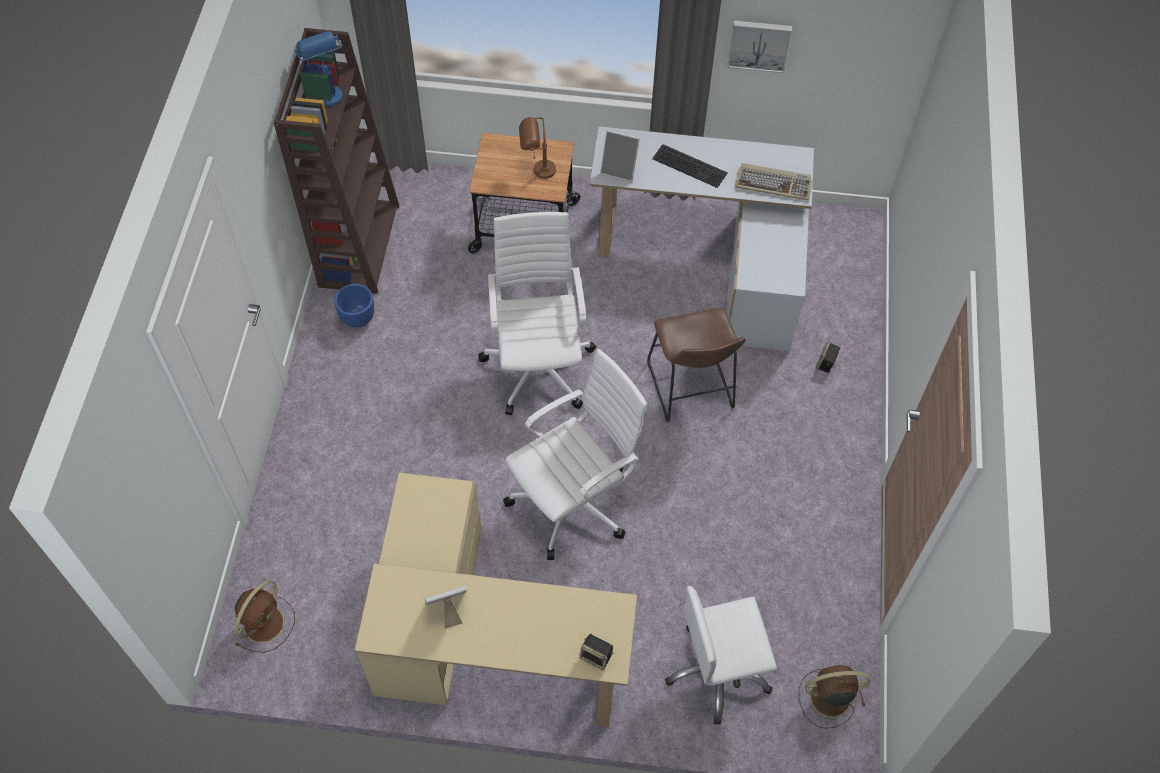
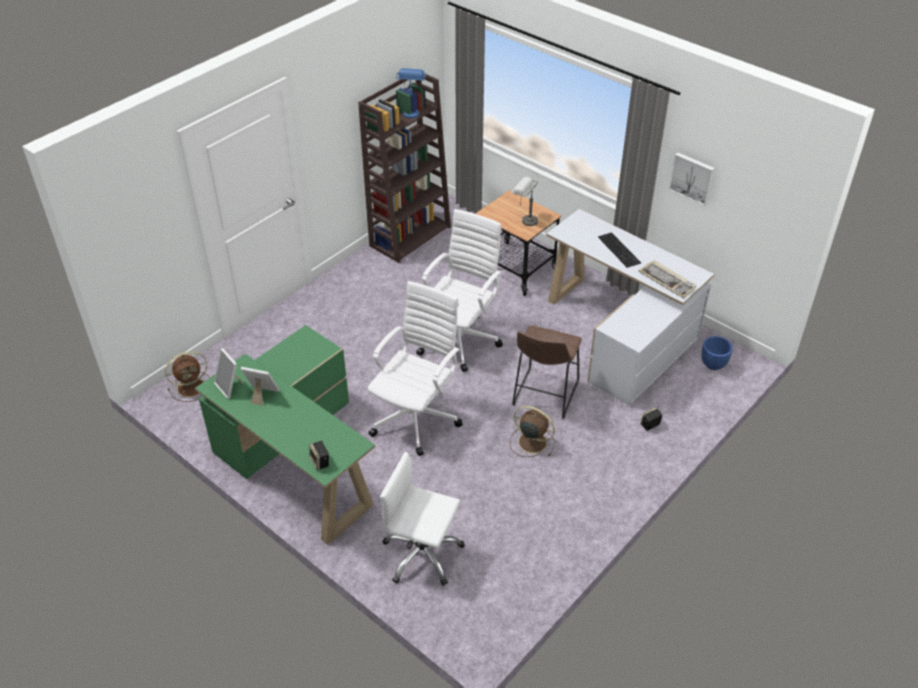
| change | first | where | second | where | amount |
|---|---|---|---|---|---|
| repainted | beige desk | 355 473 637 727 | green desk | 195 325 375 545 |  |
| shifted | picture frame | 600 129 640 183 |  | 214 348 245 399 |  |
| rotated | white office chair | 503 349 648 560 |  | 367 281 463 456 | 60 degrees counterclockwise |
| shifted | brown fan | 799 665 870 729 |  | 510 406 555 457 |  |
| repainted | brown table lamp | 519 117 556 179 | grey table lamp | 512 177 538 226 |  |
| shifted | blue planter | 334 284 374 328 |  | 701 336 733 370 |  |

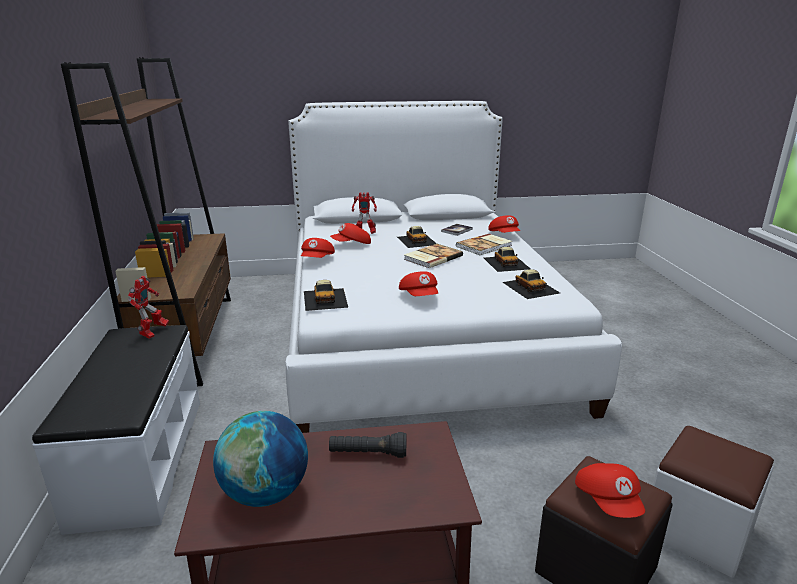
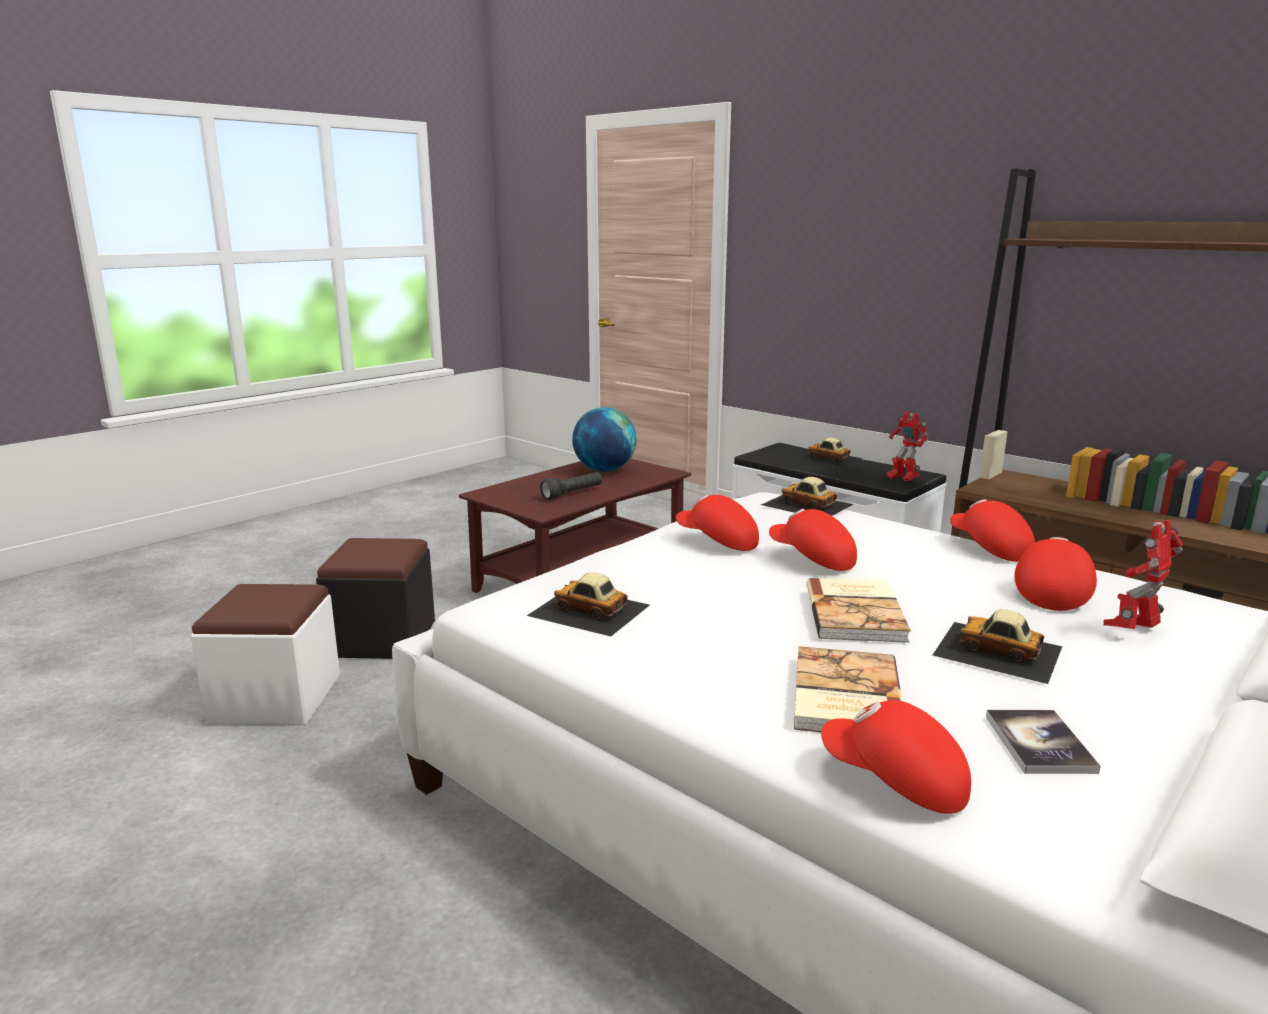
| change | first | where | second | where | amount |
|---|---|---|---|---|---|
| shifted | red cap | 575 463 645 518 |  | 769 508 857 571 |  |
| shifted | toy car | 484 247 530 272 |  | 794 437 862 468 |  |

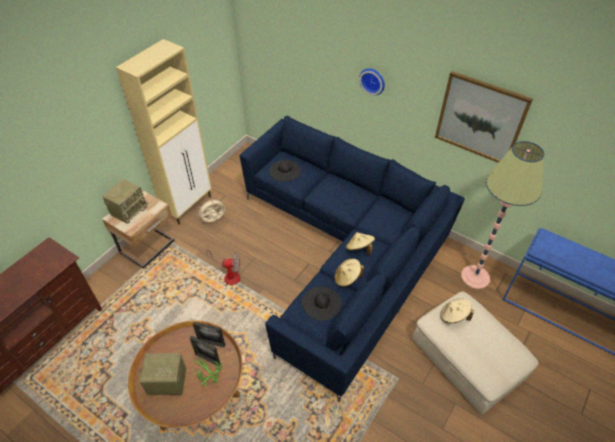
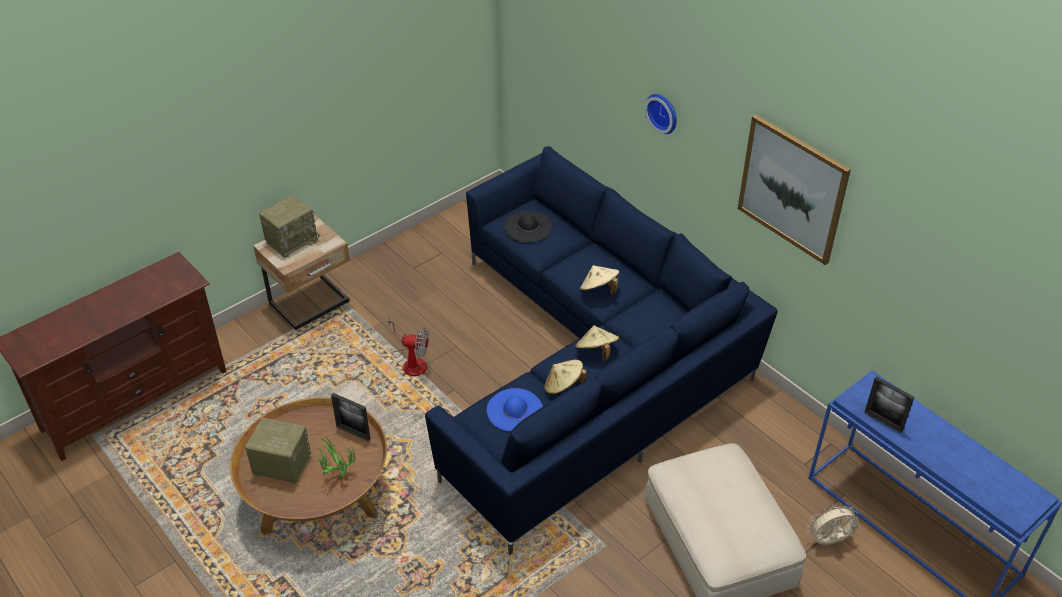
| change | first | where | second | where | amount |
|---|---|---|---|---|---|
| repainted | black hat | 302 286 342 321 | blue hat | 487 388 543 432 |  |
| shifted | beige hat | 440 298 474 323 |  | 580 265 620 295 |  |
| shifted | beige fan | 197 197 225 223 |  | 806 503 859 545 |  |
| shifted | picture frame | 190 336 220 366 |  | 864 376 914 433 |  |
| gone | beige cabinet | 116 39 212 225 |  |  |  |
| gone | floor lamp | 461 141 544 289 |  |  |  |

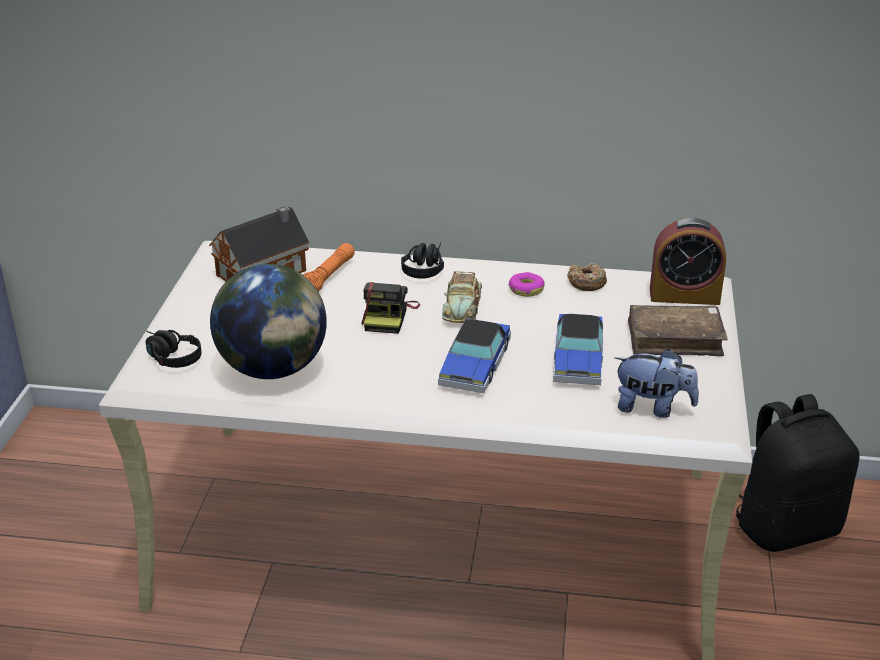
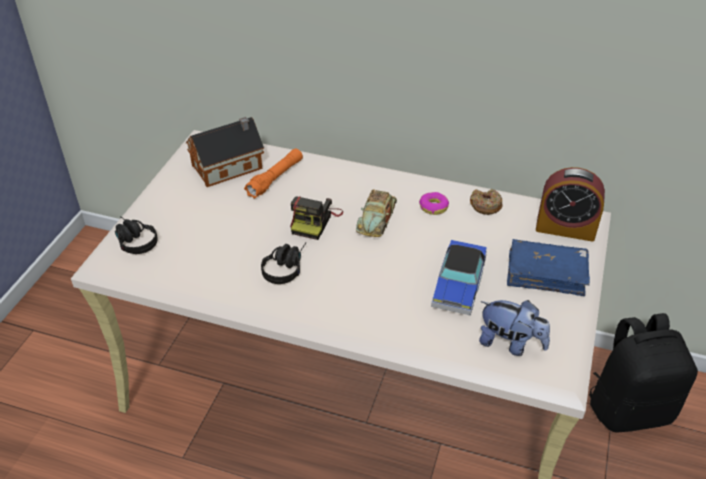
| change | first | where | second | where | amount |
|---|---|---|---|---|---|
| shifted | black headphones | 401 243 444 279 |  | 261 243 306 284 |  |
| repainted | brown book | 628 305 728 356 | blue book | 507 239 590 296 |  |
| gone | globe | 210 264 327 379 |  |  |  |
| gone | toy car | 438 319 511 393 |  |  |  |

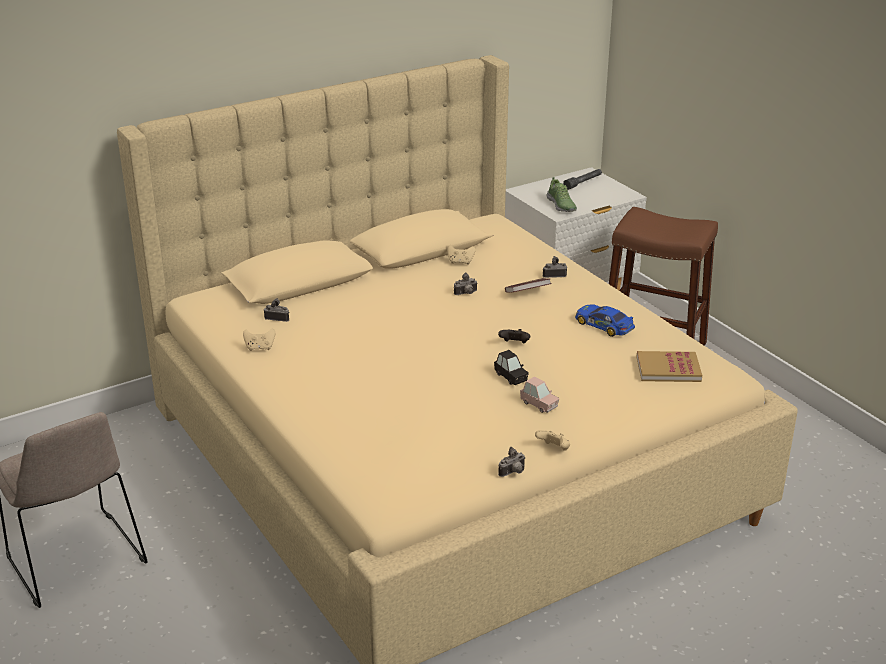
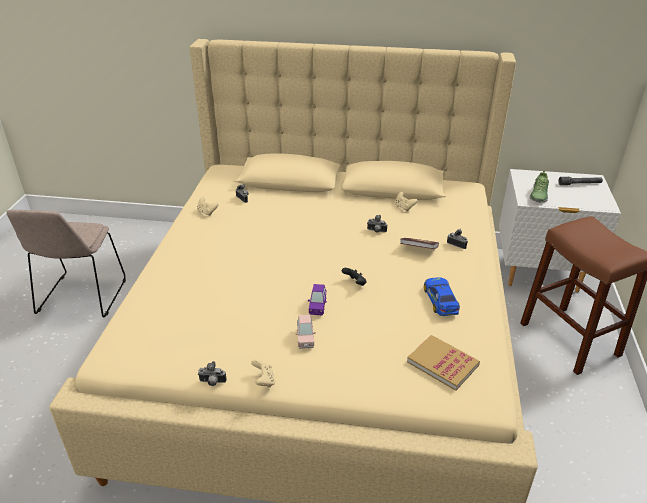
| change | first | where | second | where | amount |
|---|---|---|---|---|---|
| repainted | black toy car | 494 350 529 385 | purple toy car | 308 284 327 316 |  |

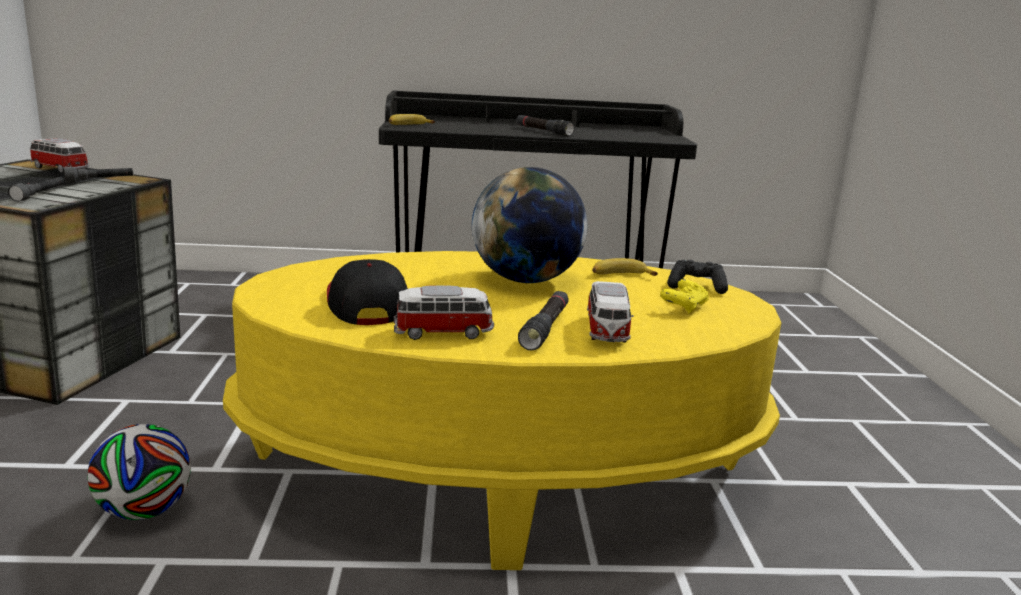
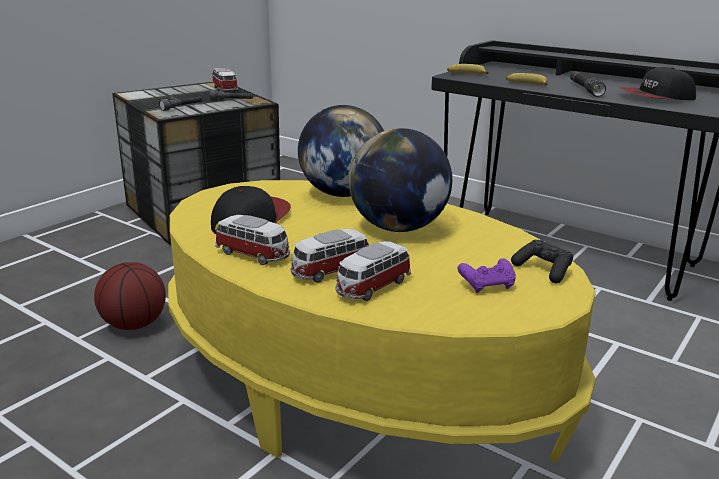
| change | first | where | second | where | amount |
|---|---|---|---|---|---|
| swapped | football | 88 424 191 520 | basketball | 94 262 166 330 |  |
| swapped | black flashlight | 518 291 569 350 | toy car | 291 229 369 283 |  |
| new |  |  | globe | 298 105 384 197 |  |
| repainted | yellow game controller | 660 279 709 314 | purple game controller | 457 258 516 293 |  |
| shifted | banana | 592 258 658 276 |  | 506 73 548 86 |  |
| new |  |  | cap | 619 67 696 100 |  |

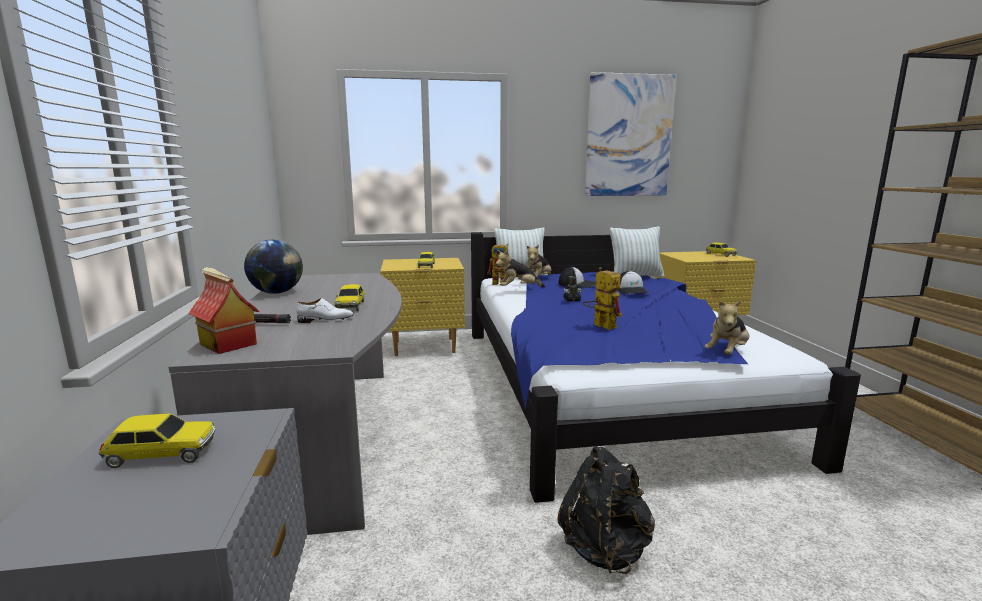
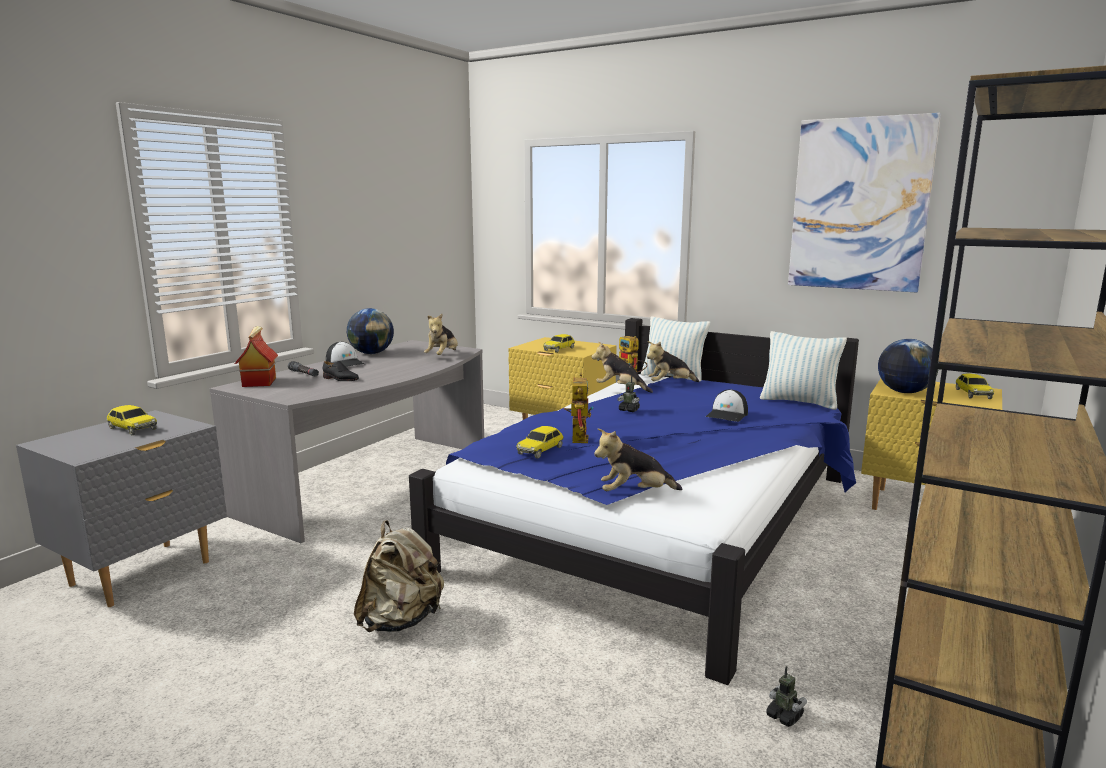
| change | first | where | second | where | amount |
|---|---|---|---|---|---|
| repainted | white shoe | 296 298 354 323 | black shoe | 323 361 359 381 |  |
| shifted | cap | 558 267 595 288 |  | 326 341 365 367 |  |
| repainted | black backpack | 558 445 655 574 | beige backpack | 354 520 444 632 |  |
| new |  |  | plush toy | 424 314 458 355 |  |
| shifted | toy car | 335 284 364 311 |  | 517 426 564 459 |  |
| new |  |  | toy robot | 766 666 807 727 |  |
| new |  |  | globe | 878 339 939 393 |  |

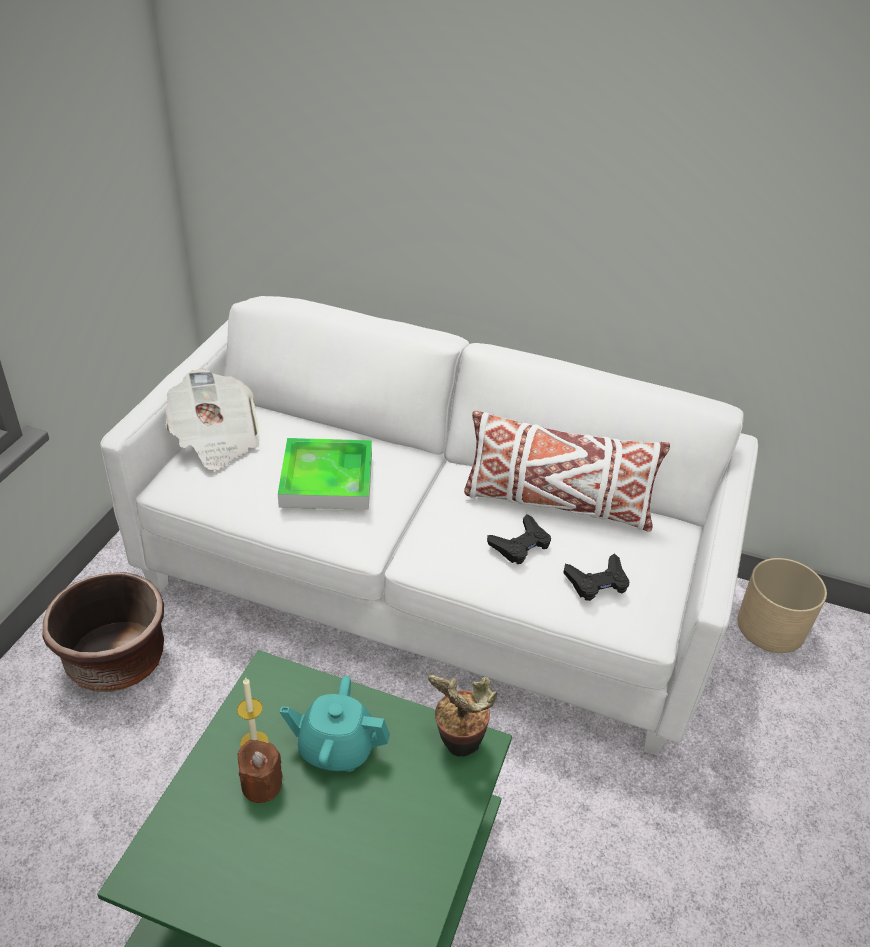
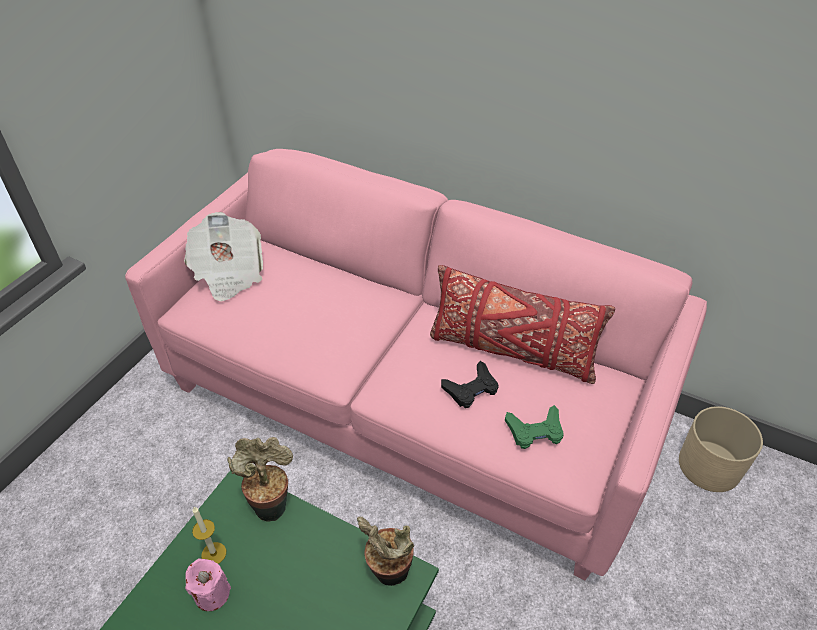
| change | first | where | second | where | amount |
|---|---|---|---|---|---|
| repainted | white sofa | 100 296 758 756 | pink sofa | 125 149 707 580 |  |
| repainted | brown candle | 237 740 283 803 | pink candle | 185 559 231 611 |  |
| new |  |  | potted plant | 227 437 293 522 |  |
| repainted | white pillow | 464 410 670 532 | red pillow | 430 265 615 384 |  |
| repainted | black game controller | 563 553 629 601 | green game controller | 505 405 564 449 |  |
| gone | brown planter | 43 572 164 692 |  |  |  |
| gone | tray | 278 438 372 510 |  |  |  |
| gone | turquoise teapot | 280 676 390 772 |  |  |  |

